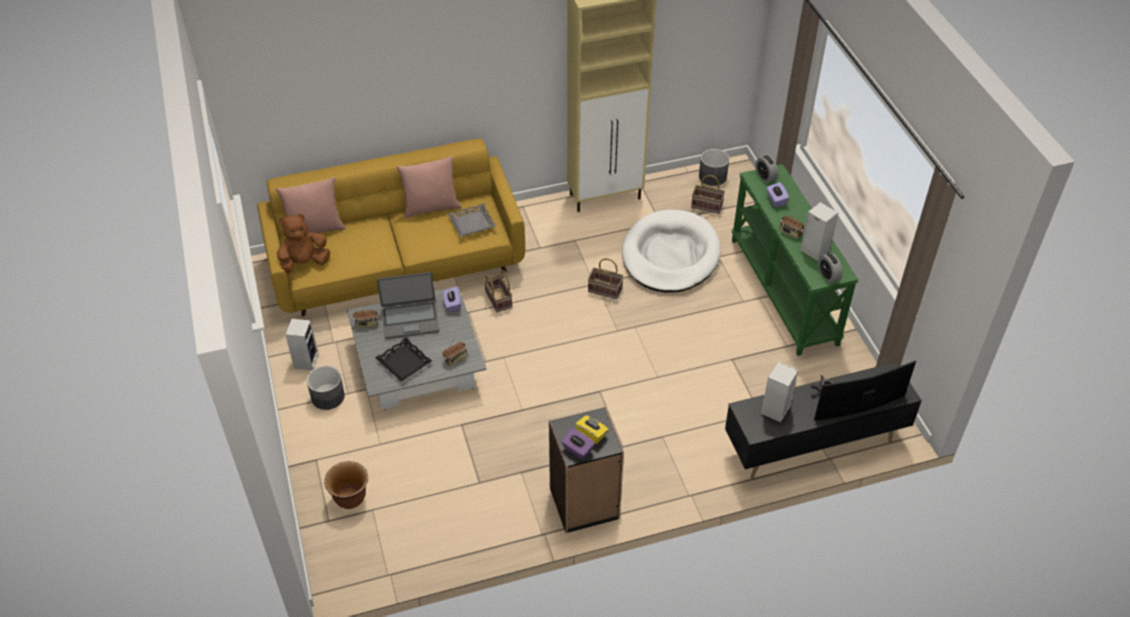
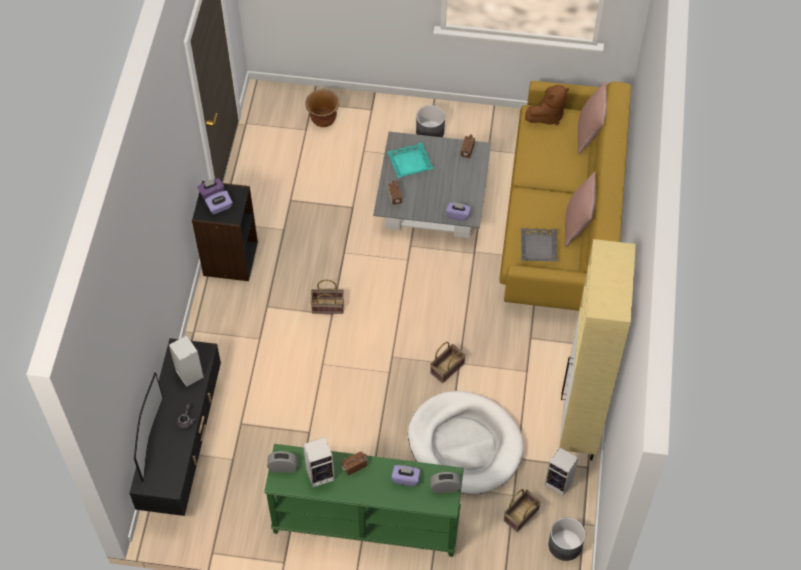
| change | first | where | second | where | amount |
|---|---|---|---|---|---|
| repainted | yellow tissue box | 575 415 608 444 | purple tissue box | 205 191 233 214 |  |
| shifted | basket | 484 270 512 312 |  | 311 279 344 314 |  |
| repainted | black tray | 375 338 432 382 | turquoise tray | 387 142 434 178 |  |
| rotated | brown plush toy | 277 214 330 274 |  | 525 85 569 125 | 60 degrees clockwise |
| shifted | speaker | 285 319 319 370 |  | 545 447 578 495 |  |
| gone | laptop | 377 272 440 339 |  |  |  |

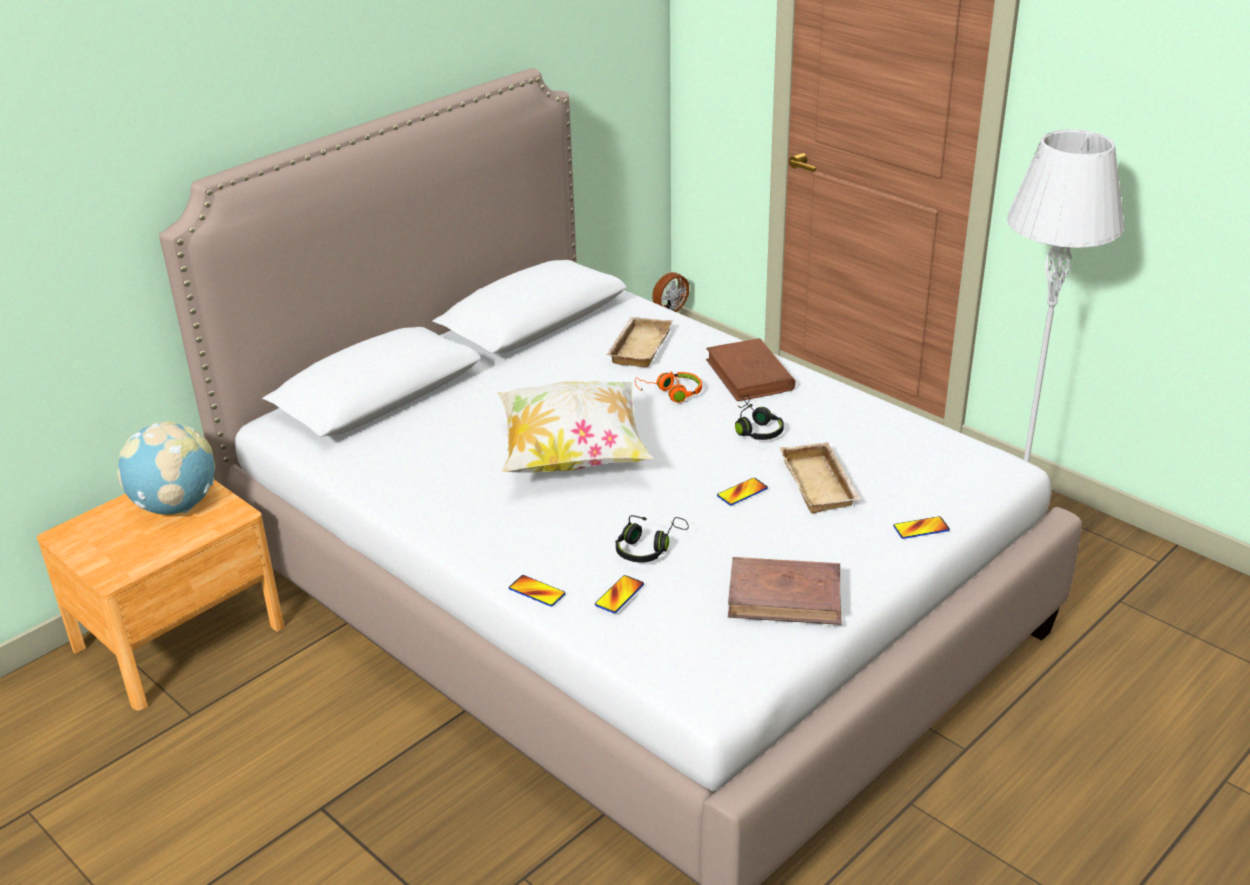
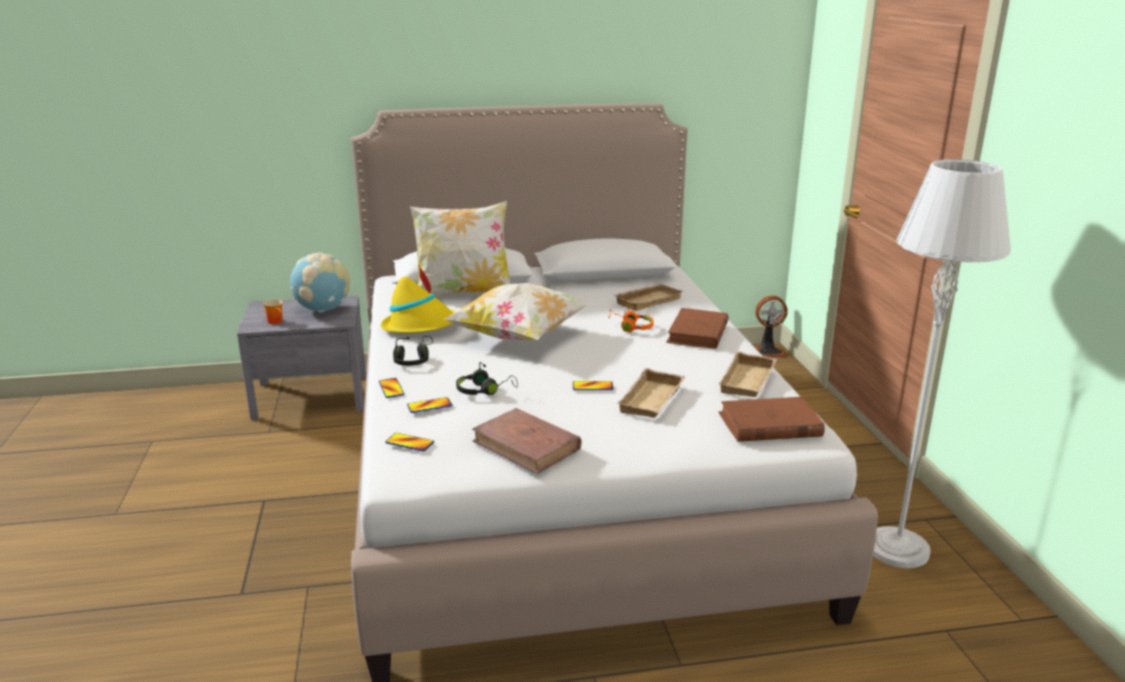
| change | first | where | second | where | amount |
|---|---|---|---|---|---|
| repainted | brown nightstand | 37 480 284 711 | grey nightstand | 237 296 366 420 |  |
| new |  |  | mug | 263 300 283 324 |  |
| new |  |  | yellow hat | 381 265 456 333 |  |
| shifted | phone | 893 516 950 539 |  | 385 433 434 452 |  |
| shifted | black headphones | 735 395 784 440 |  | 393 336 433 366 |  |
| new |  |  | pillow | 410 201 510 296 |  |
| new |  |  | beige tray | 718 351 777 397 |  |
| new |  |  | brown book | 718 397 825 442 |  |

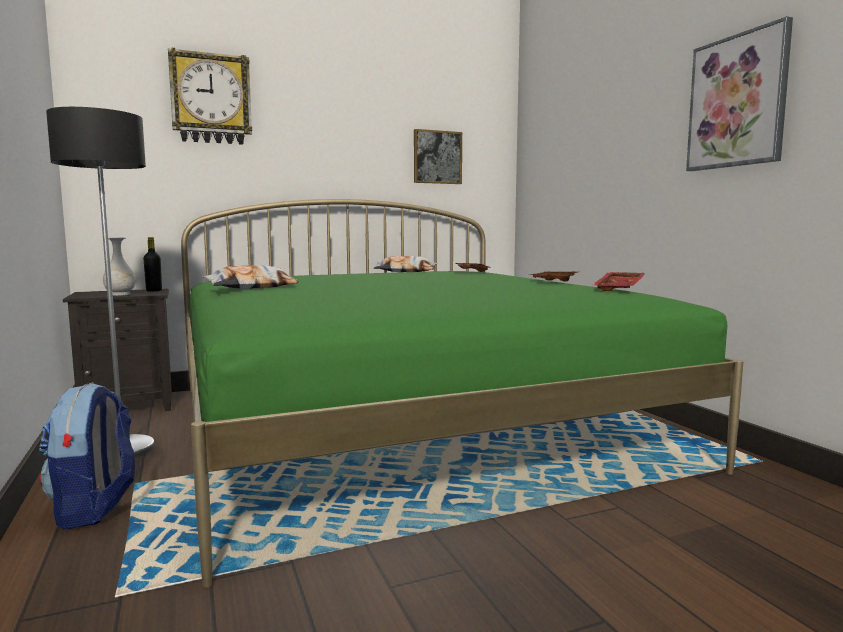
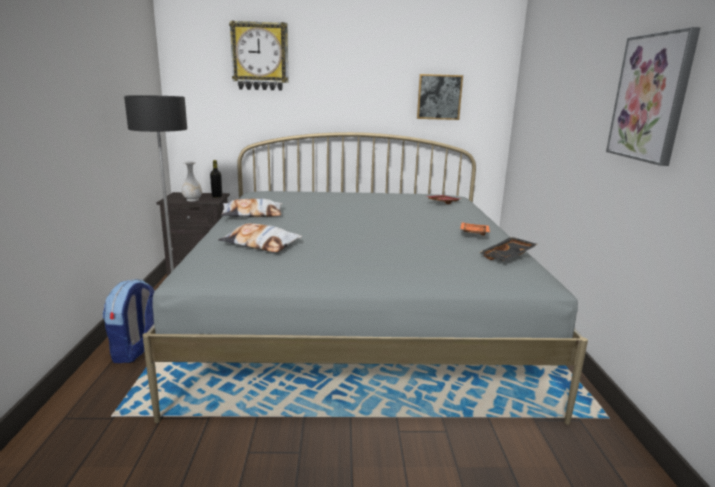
| change | first | where | second | where | amount |
|---|---|---|---|---|---|
| repainted | green bed | 181 199 744 588 | grey bed | 143 132 588 425 |  |
| shifted | pillow | 374 256 437 272 |  | 218 223 302 252 |  |
| repainted | red tray | 592 272 646 291 | black tray | 479 237 538 261 |  |

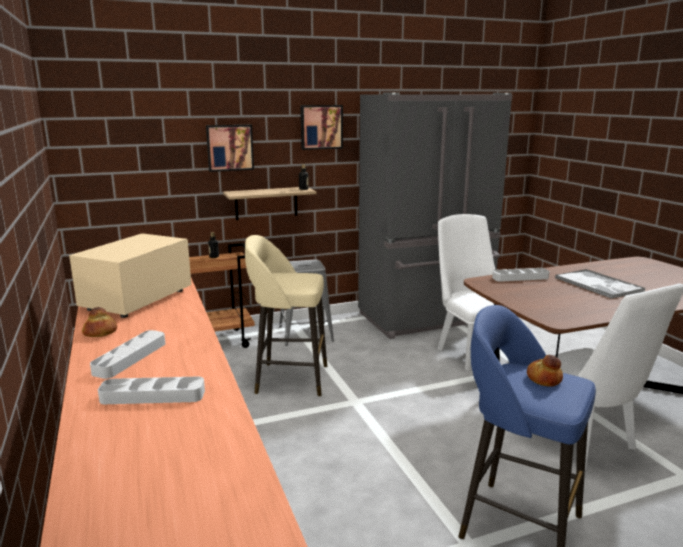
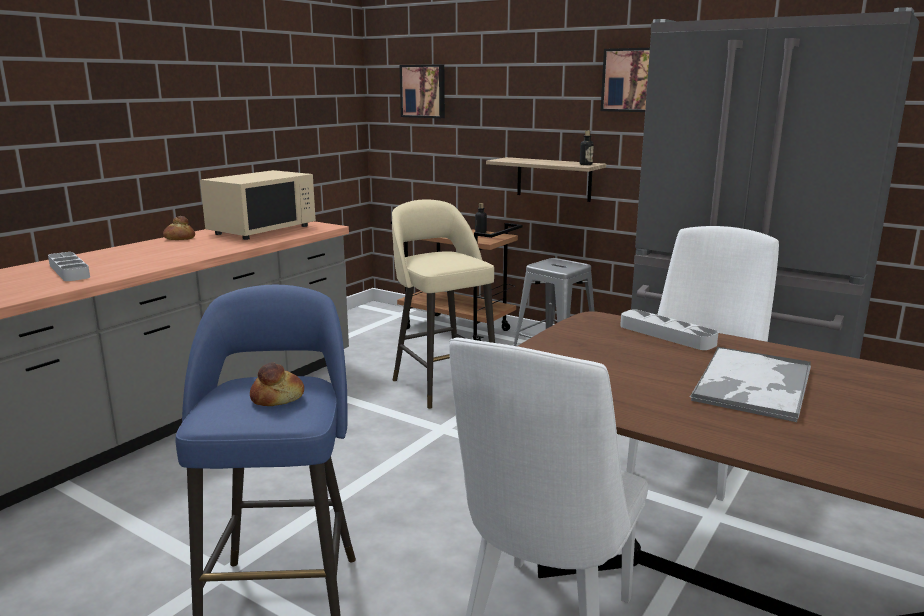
| change | first | where | second | where | amount |
|---|---|---|---|---|---|
| rotated | beige microwave | 69 233 191 318 |  | 200 170 316 240 | 135 degrees clockwise |
| shifted | picture | 206 125 254 172 |  | 400 64 445 118 |  |
| gone | grey tray | 90 330 165 379 |  |  |  |

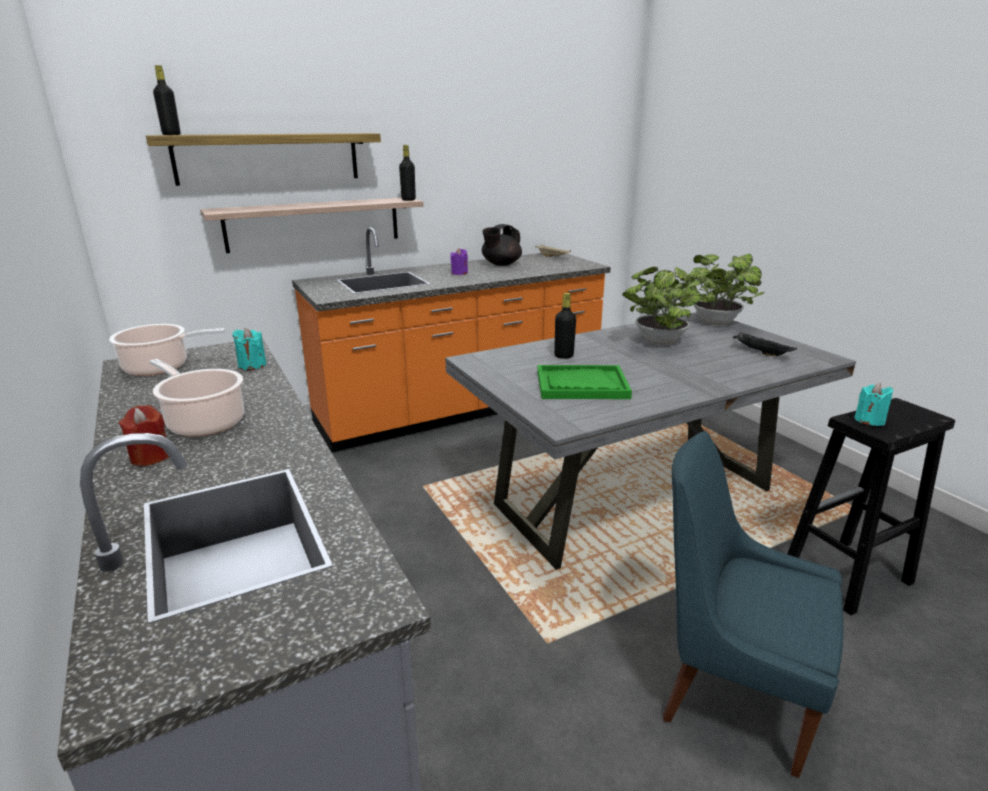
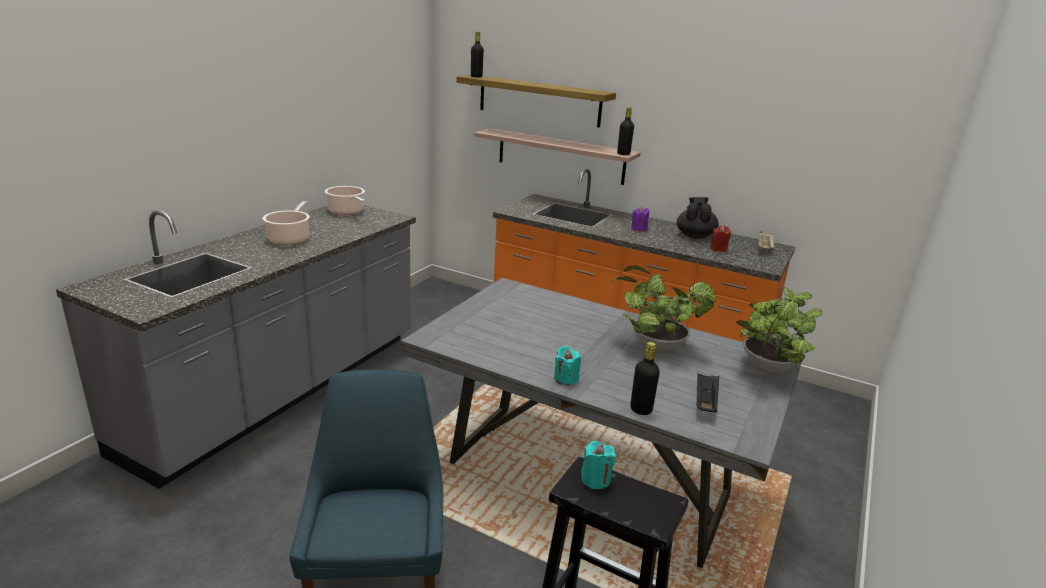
| change | first | where | second | where | amount |
|---|---|---|---|---|---|
| shifted | turquoise candle | 232 328 266 370 |  | 554 346 581 386 |  |
| shifted | black bottle | 554 293 576 359 |  | 630 342 660 415 |  |
| rotated | black teapot | 482 224 522 266 |  | 677 197 719 238 | 90 degrees clockwise |
| shifted | red candle | 119 405 169 466 |  | 710 225 731 252 |  |
| gone | green tray | 537 365 632 399 |  |  |  |

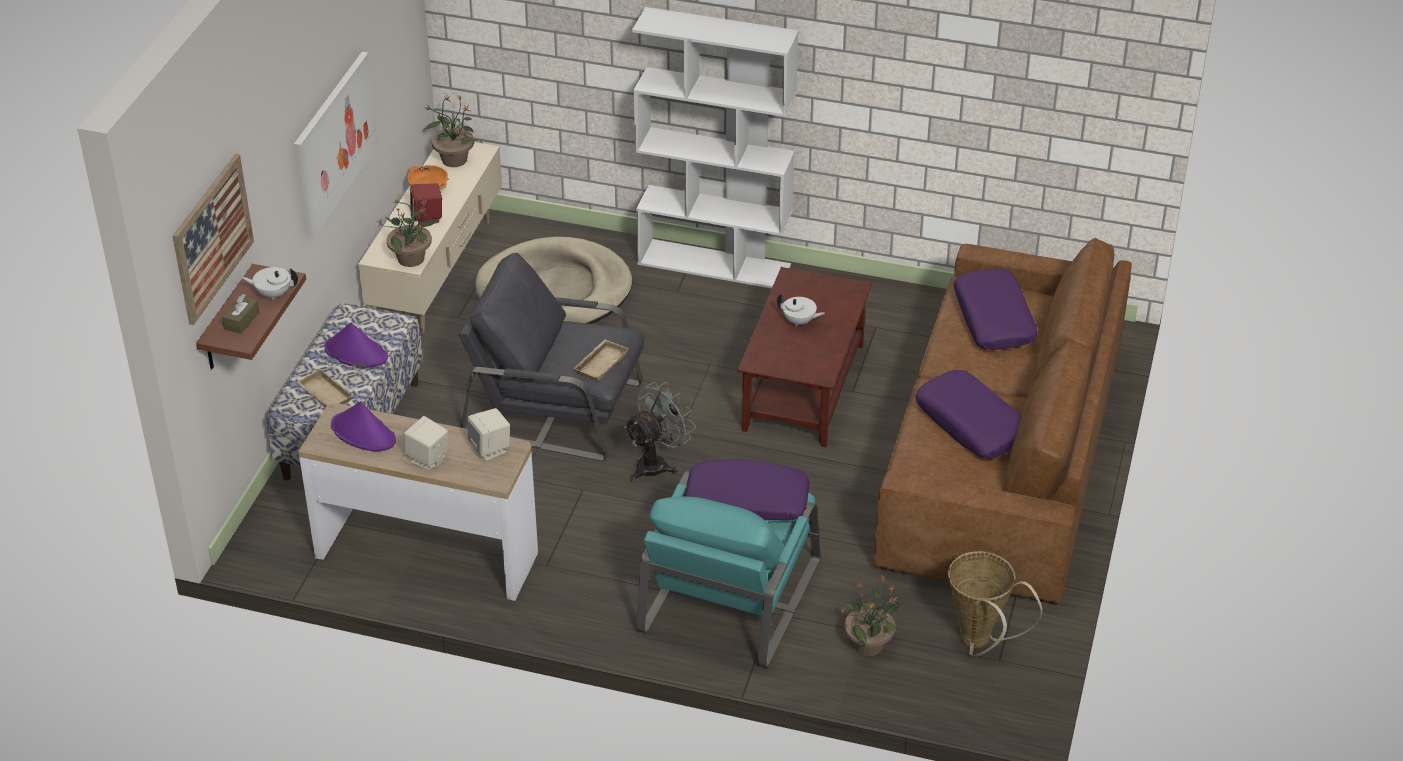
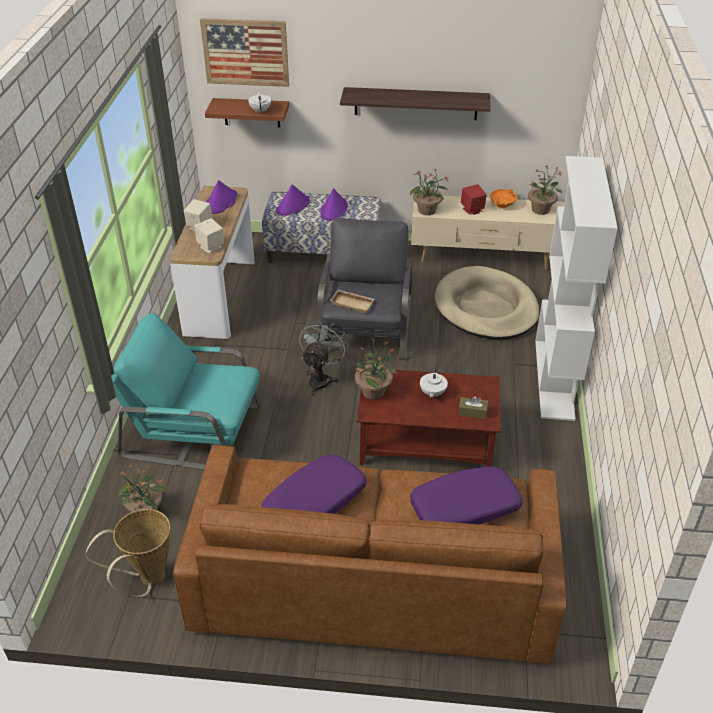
| change | first | where | second | where | amount |
|---|---|---|---|---|---|
| swapped | beige tray | 296 368 354 407 | purple hat | 276 184 310 216 |  |
| rotated | grey fan | 624 382 696 482 |  | 299 319 348 396 | 105 degrees counterclockwise |
| swapped | picture | 294 52 379 239 | shelf | 340 87 490 120 |  |
| new |  |  | potted plant | 355 337 397 400 |  |
| shifted | brown tissue box | 222 294 259 334 |  | 458 396 488 419 |  |
| gone | purple pillow | 685 459 809 520 |  |  |  |

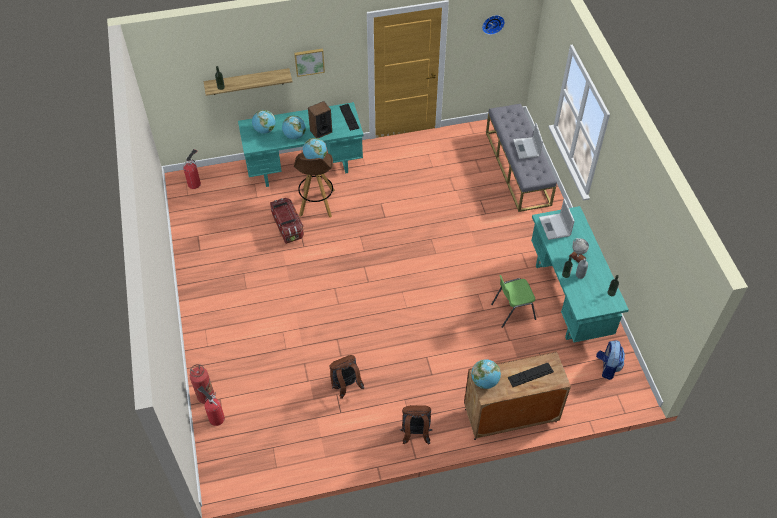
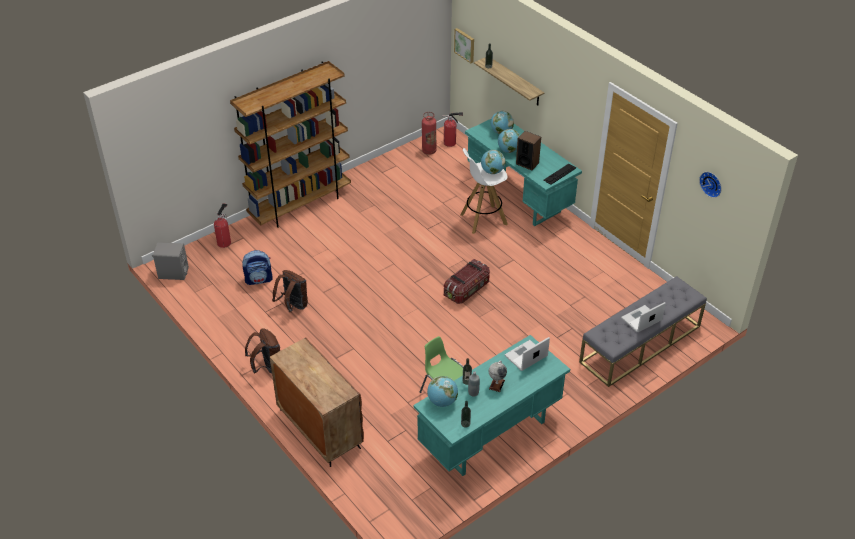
| change | first | where | second | where | amount |
|---|---|---|---|---|---|
| new |  |  | grey speaker | 152 242 189 280 |  |
| new |  |  | brown bookcase | 230 61 351 228 |  |
| shifted | backpack | 596 340 625 380 |  | 242 250 273 285 |  |
| shifted | fire extinguisher | 190 364 215 404 |  | 422 112 436 155 |  |
| shifted | globe | 471 359 501 389 |  | 427 376 458 407 |  |
| shifted | storage box | 270 198 304 244 |  | 444 259 490 304 |  |
| shifted | picture | 294 49 325 77 |  | 454 28 474 63 |  |
| repainted | brown stool | 294 152 335 217 | white stool | 460 148 508 234 |  |
| gone | keyboard | 507 363 554 387 |  |  |  |

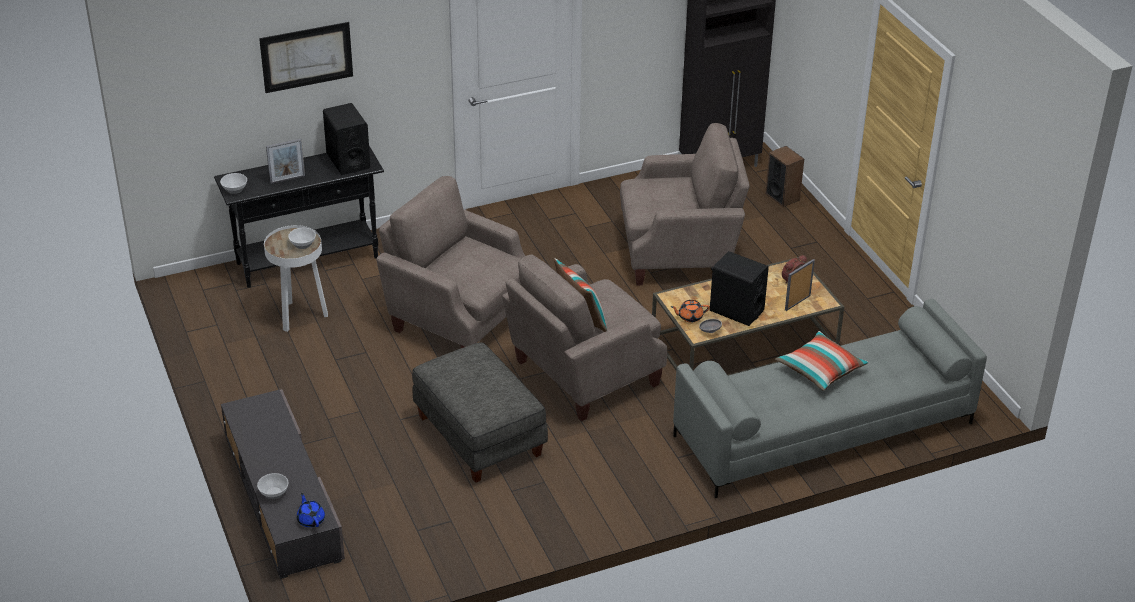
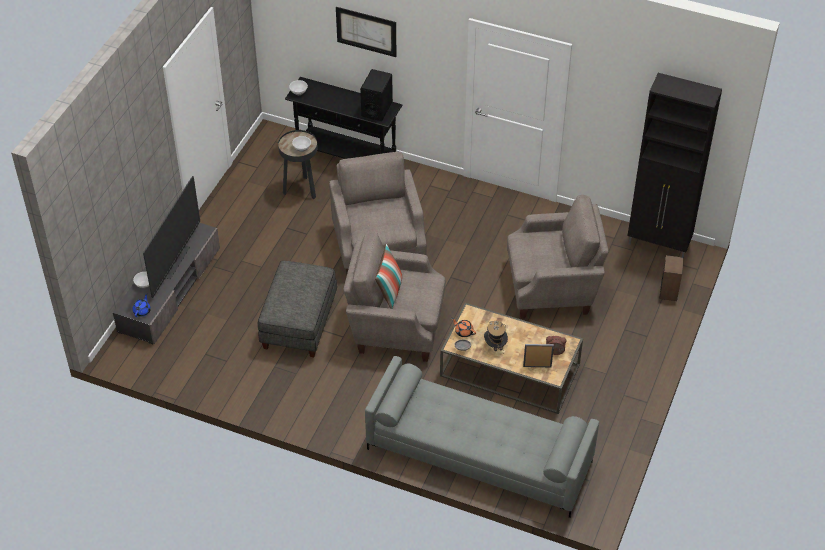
| change | first | where | second | where | amount |
|---|---|---|---|---|---|
| new |  |  | television | 143 176 200 298 |  |
| repainted | white side table | 264 225 328 332 | black side table | 278 130 318 199 |  |
| swapped | black speaker | 710 251 769 326 | hat | 484 321 508 351 |  |
| rotated | beige armchair | 620 123 749 285 |  | 507 195 608 319 | 45 degrees counterclockwise |
| gone | picture frame | 266 139 305 184 |  |  |  |
| gone | pillow | 775 331 868 391 |  |  |  |

